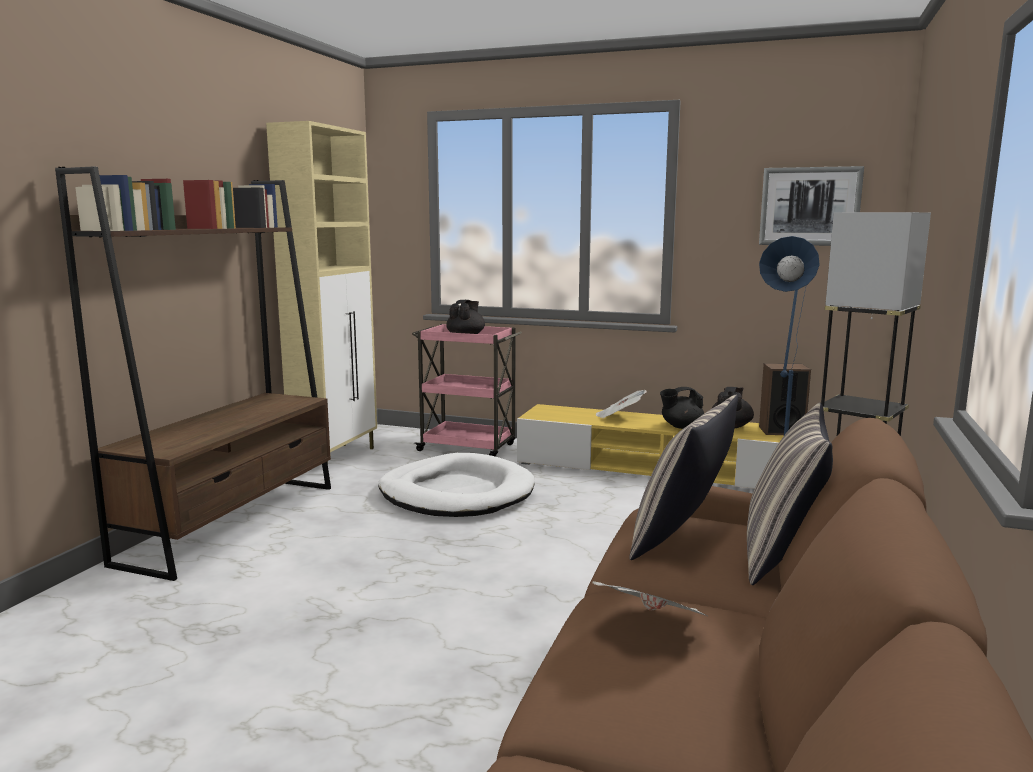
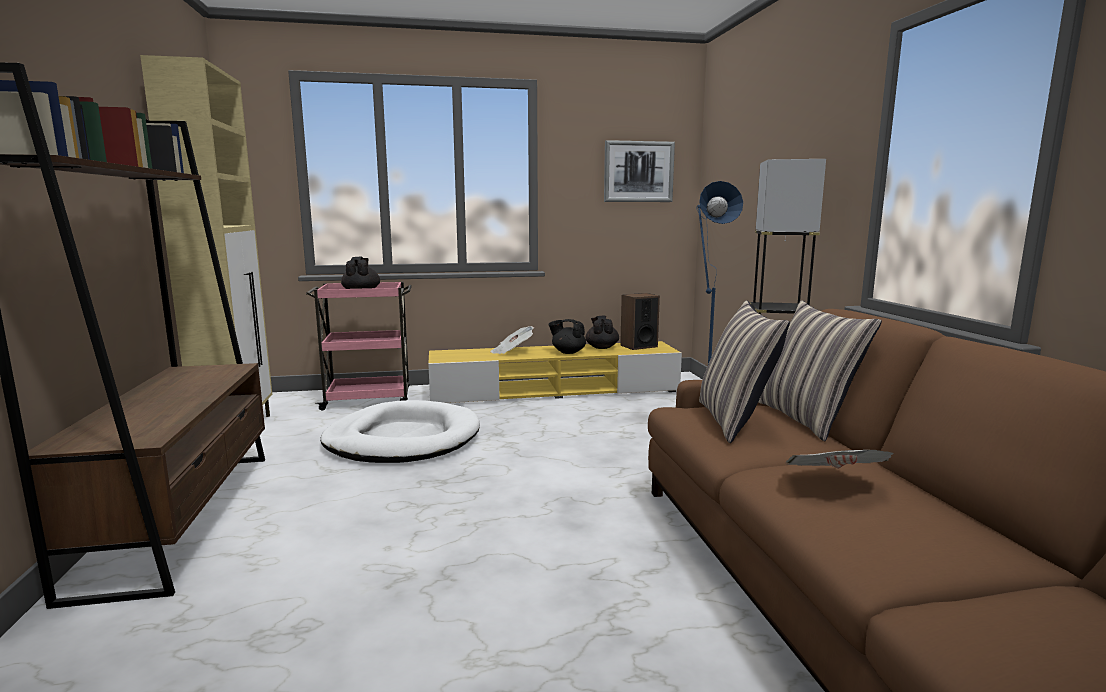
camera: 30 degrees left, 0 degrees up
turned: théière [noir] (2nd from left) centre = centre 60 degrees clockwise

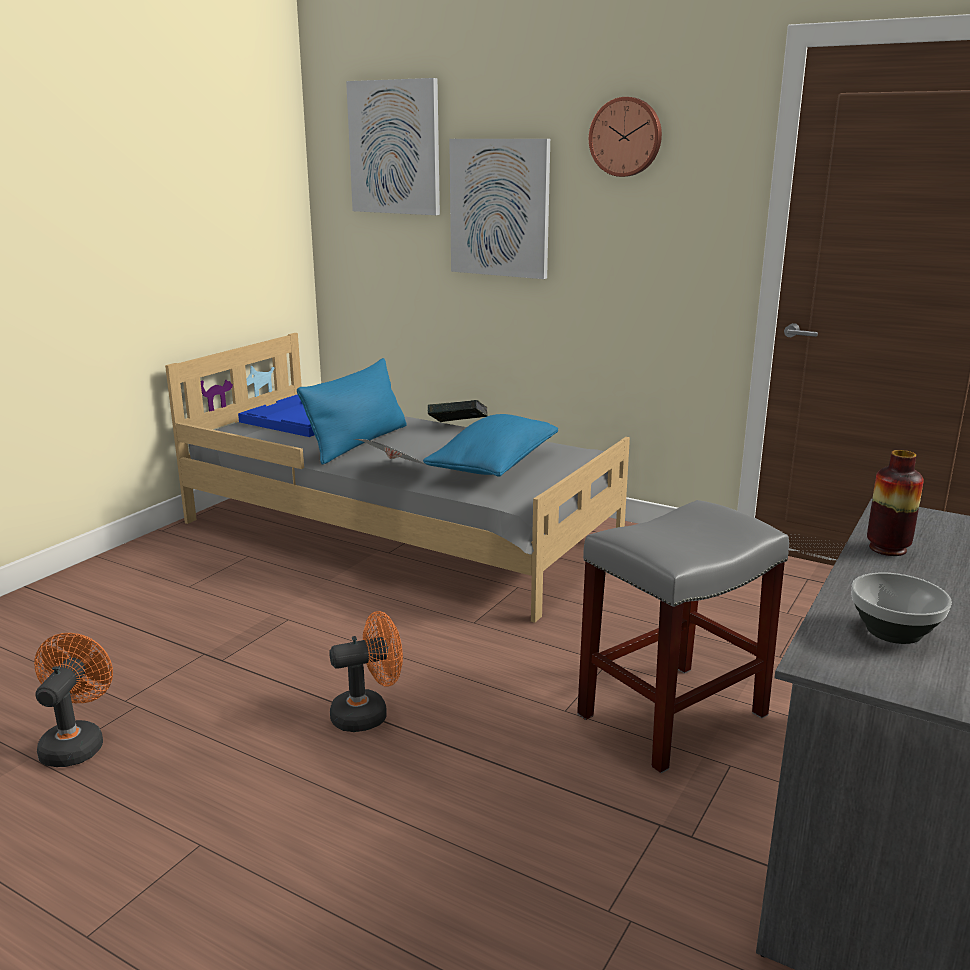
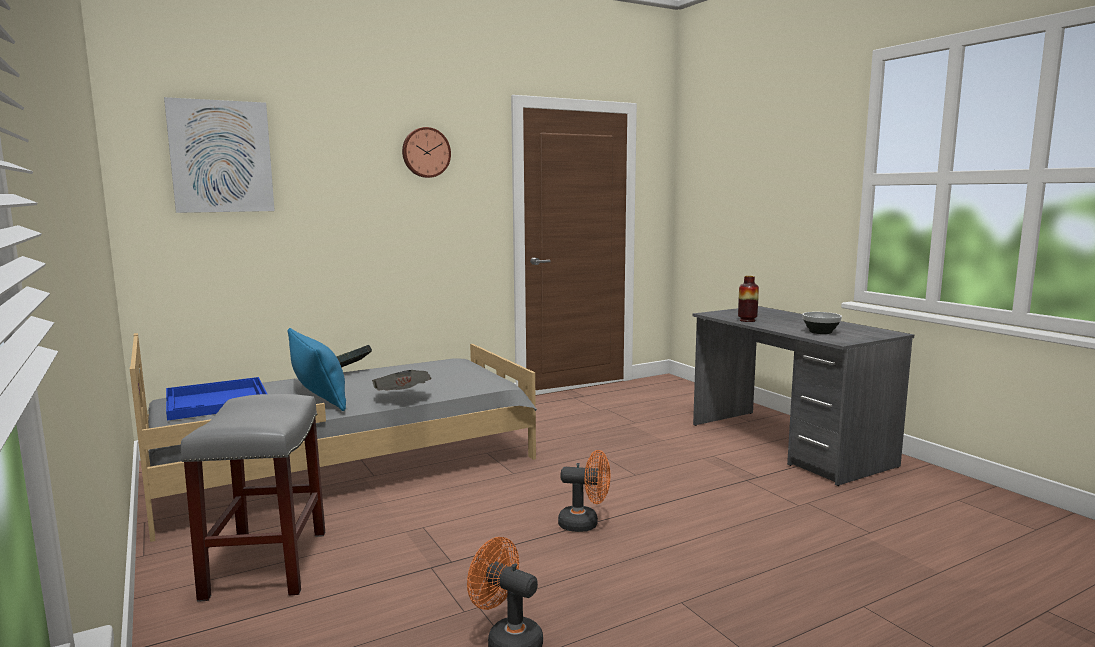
camera: 60 degrees left, 10 degrees down
removed: coussin [bleu] (2nd from left) centre; tableau (2nd from left) top centre
moved: tabouret [gris] middle right to bottom left
turned: ventilateur [orange] (2nd from left) bottom centre = bottom centre 90 degrees clockwise

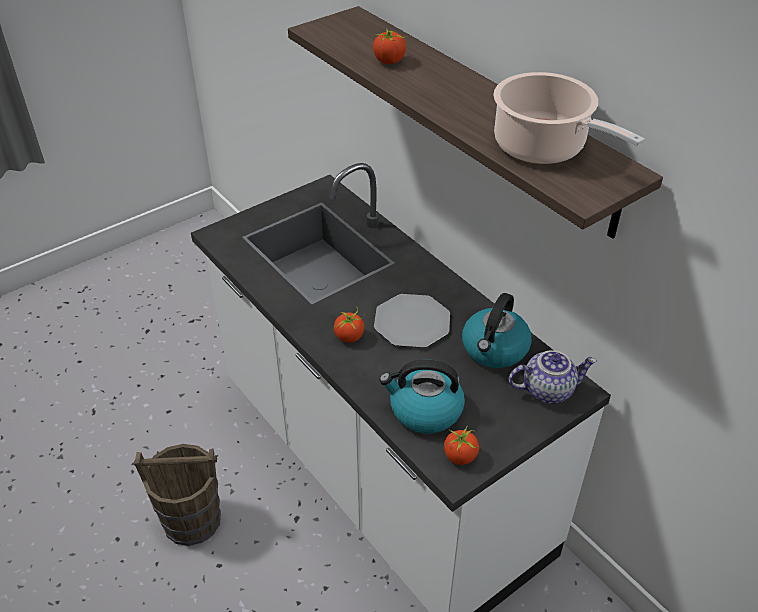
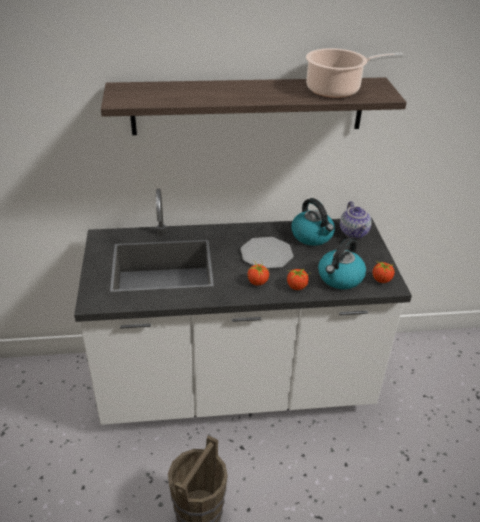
camera: 60 degrees left, 5 degrees down
moved: tomate (2nd from left) top centre to centre
turned: théière middle right = middle right 150 degrees clockwise

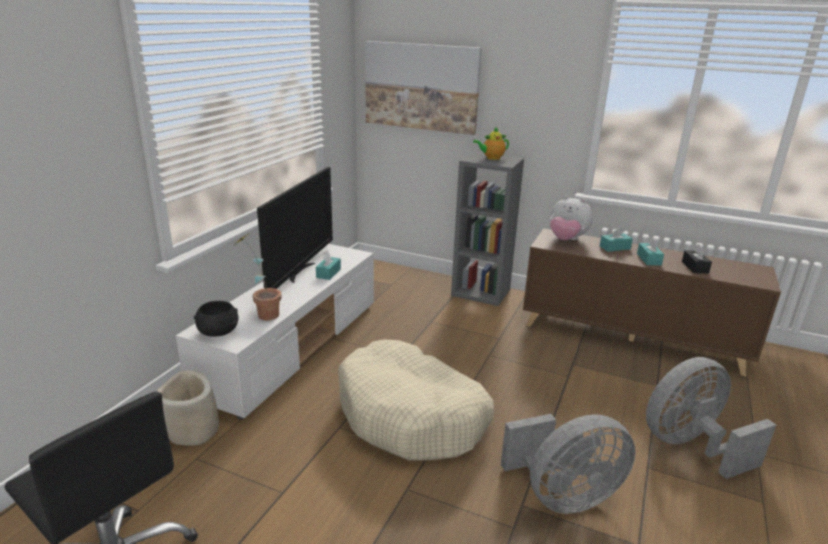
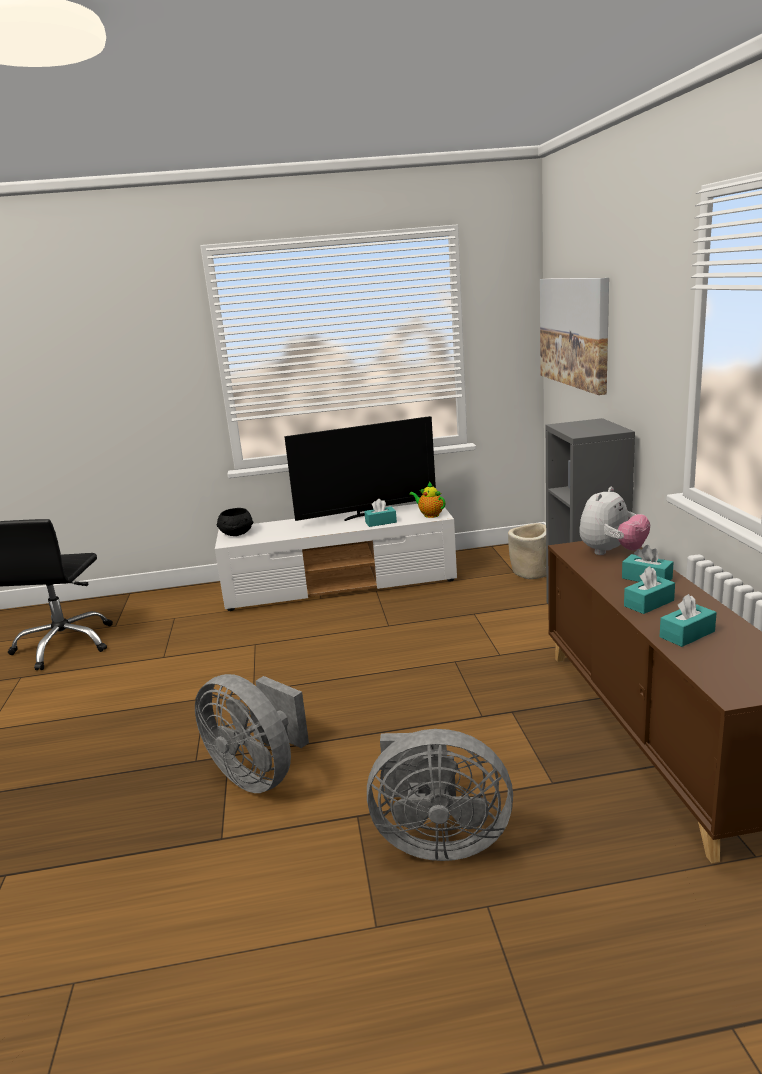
camera: 60 degrees right, 5 degrees down
removed: plante en pot middle left; panier pour chien [beige] bottom centre
moved: cache-pot [beige] bottom left to middle right; théière top centre to centre
recoloured: boîte à mouchoirs [noir] middle right to boîte à mouchoirs [turquoise] (4th from left) middle right
turned: peluche middle right = middle right 135 degrees counterclockwise; ventilateur [gris] (2nd from left) bottom right = bottom centre 150 degrees clockwise

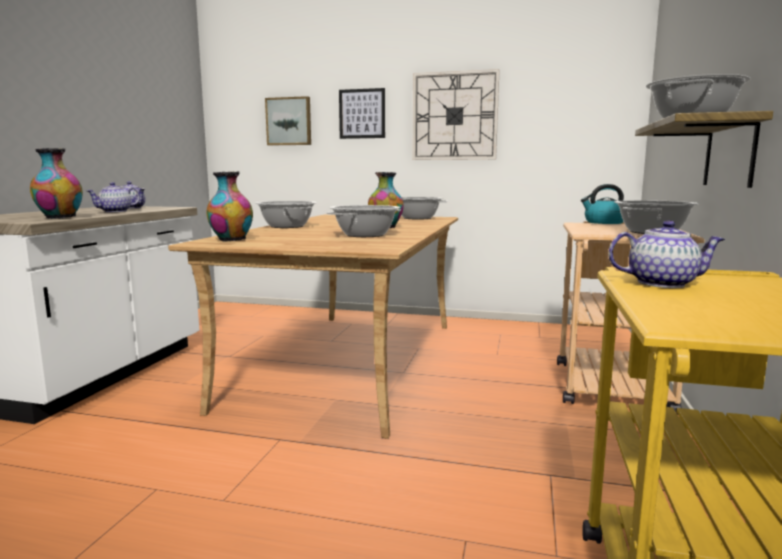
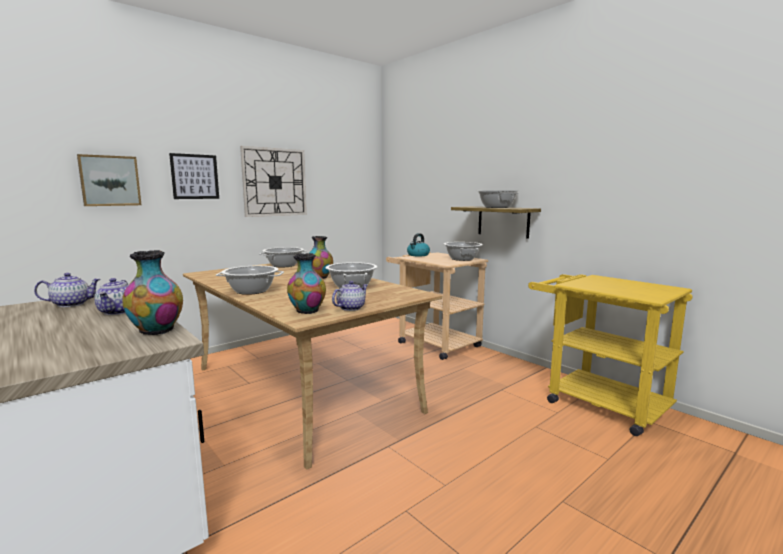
camera: 55 degrees left, 0 degrees up
moved: théière (3rd from left) middle right to centre

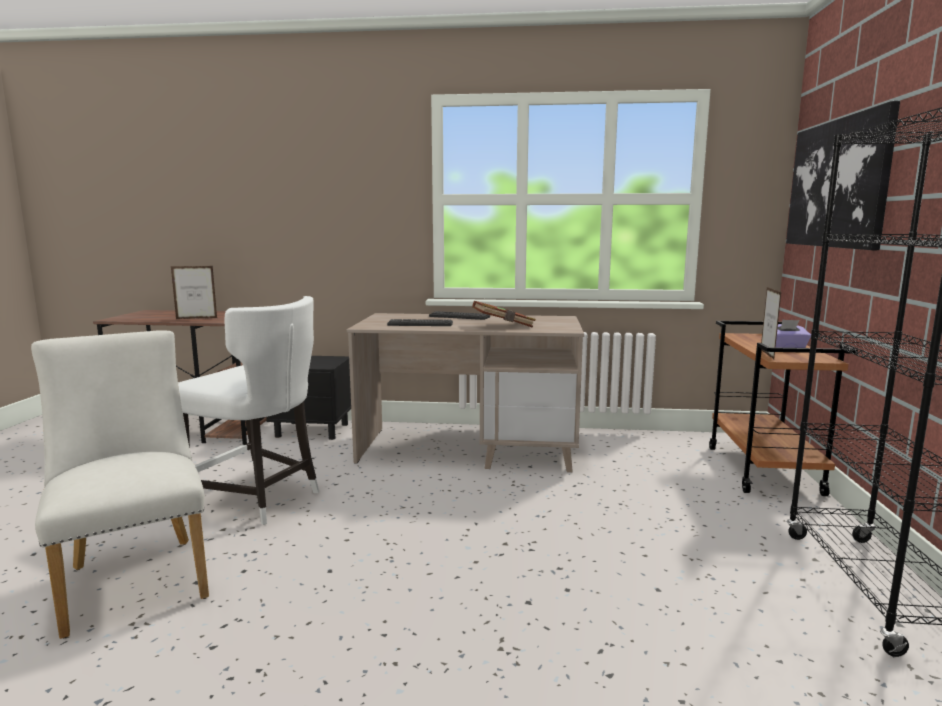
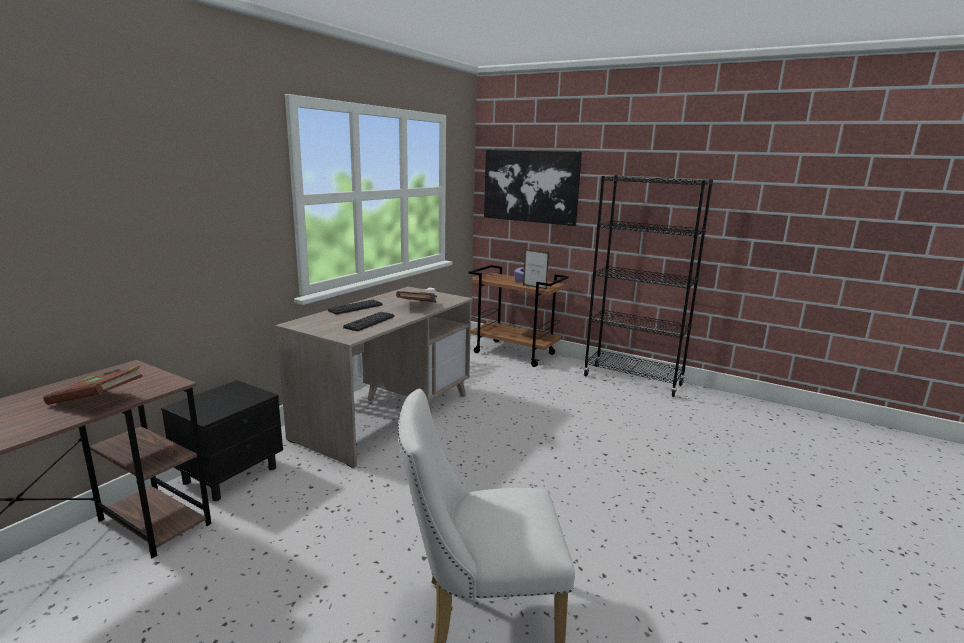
camera: 65 degrees left, 5 degrees up
removed: chaise [blanc] (2nd from left) middle left
replaced: cadre photo (1st from left) middle left to livre [marron] (1st from left) middle left

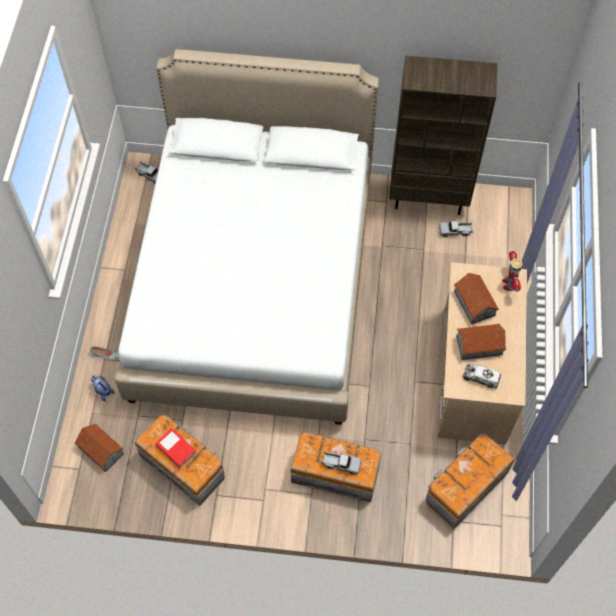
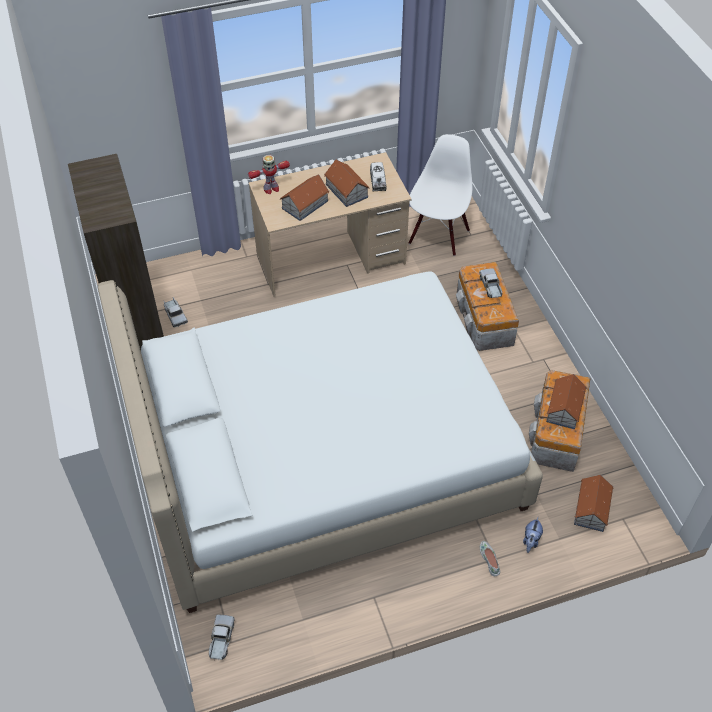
camera: 115 degrees left, 10 degrees down
replaced: livre bottom left to maison miniature (3rd from left) middle right; boîte de rangement (3rd from left) bottom right to chaise [blanc] top centre

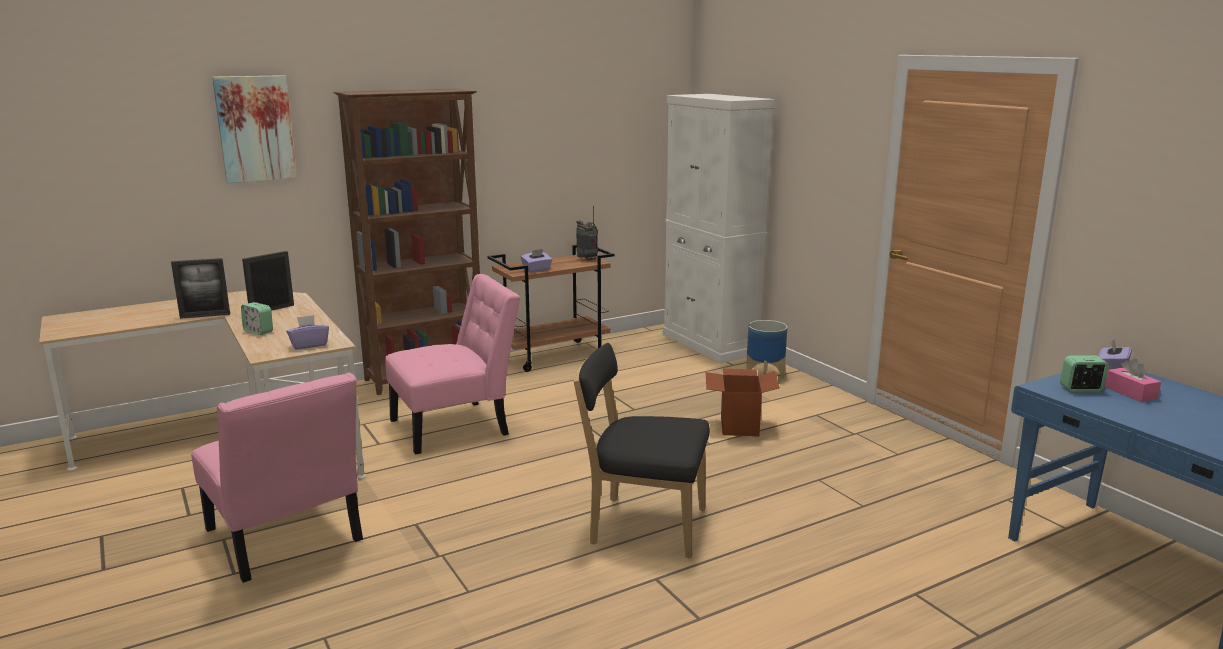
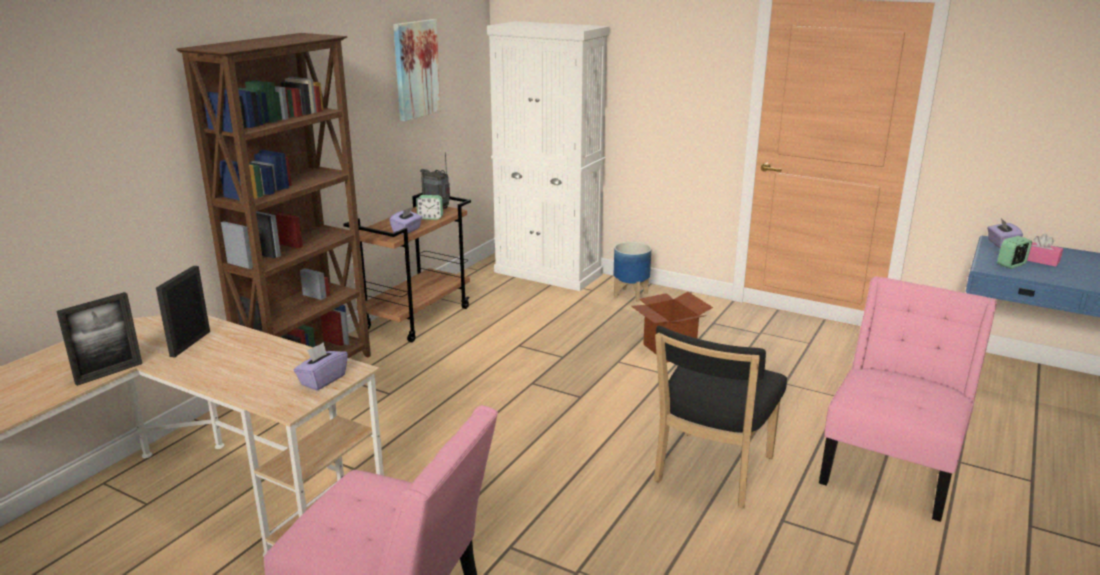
camera: 30 degrees left, 5 degrees up
moved: tableau top left to top centre; réveil (1st from left) middle left to centre; chaise [rose] (2nd from left) centre to bottom right
turned: chaise [noir] bottom centre = bottom centre 45 degrees counterclockwise

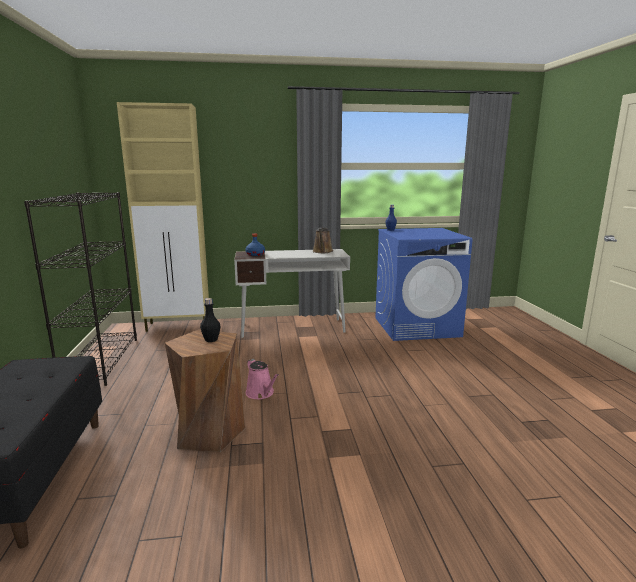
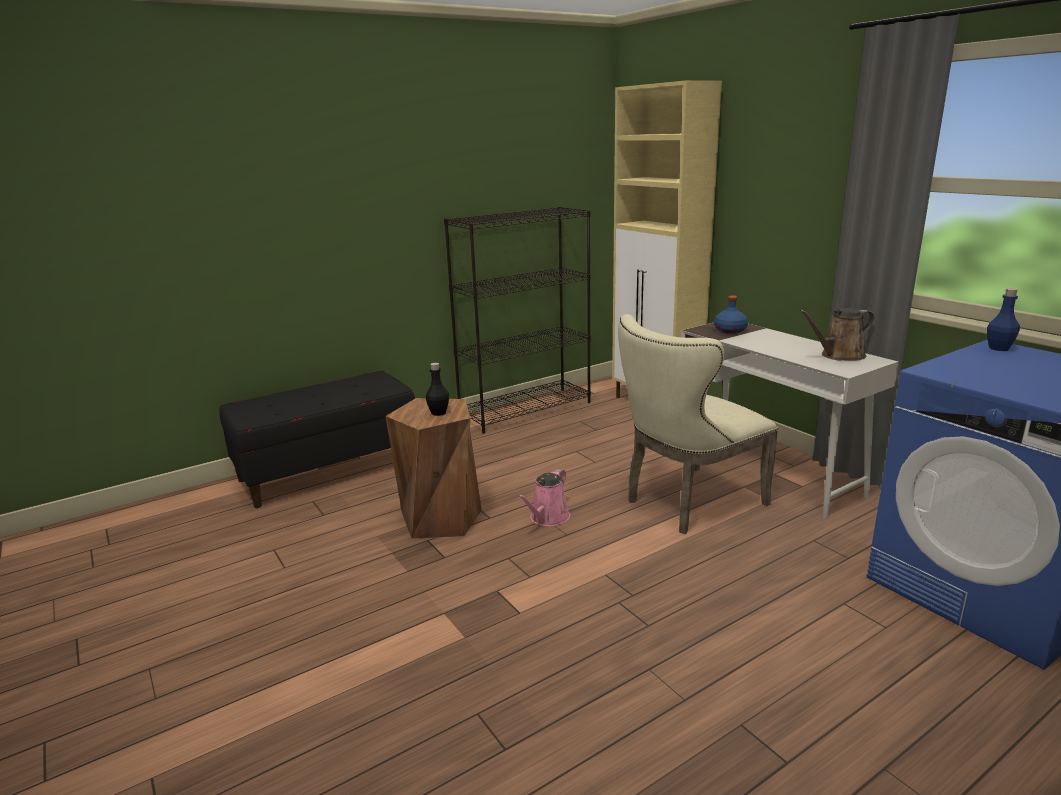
camera: 65 degrees right, 5 degrees up
added: chaise [beige] centre

